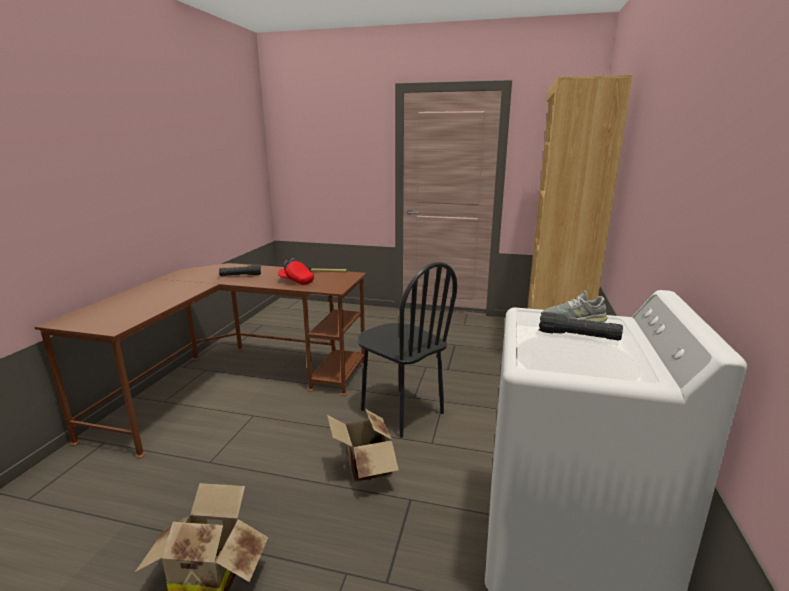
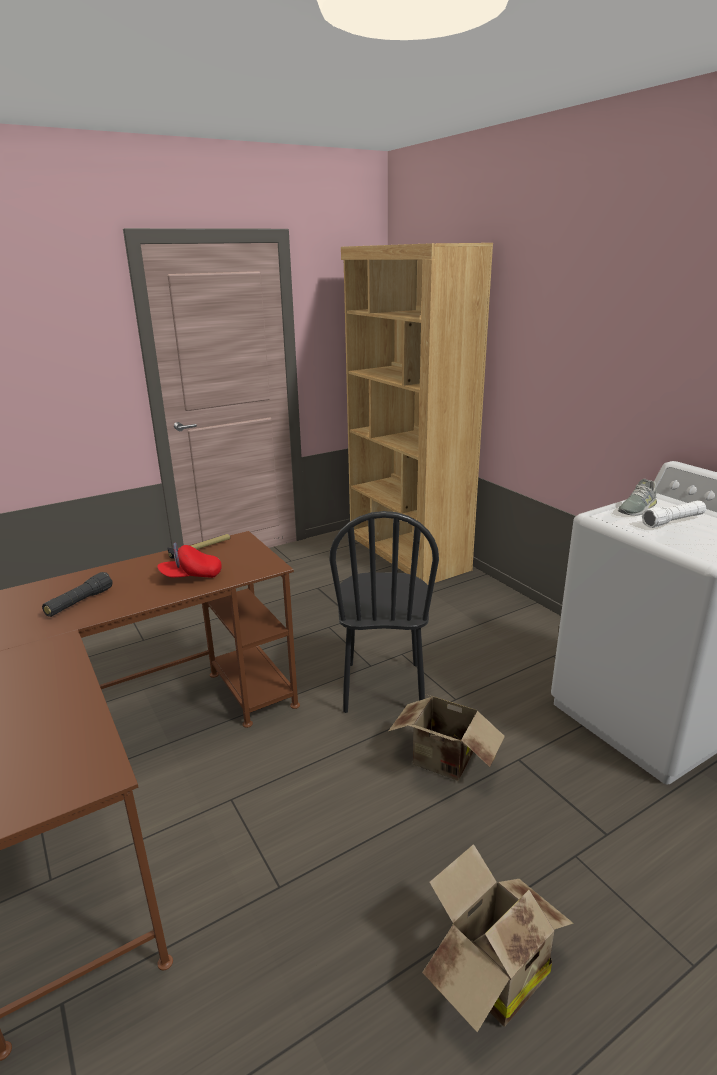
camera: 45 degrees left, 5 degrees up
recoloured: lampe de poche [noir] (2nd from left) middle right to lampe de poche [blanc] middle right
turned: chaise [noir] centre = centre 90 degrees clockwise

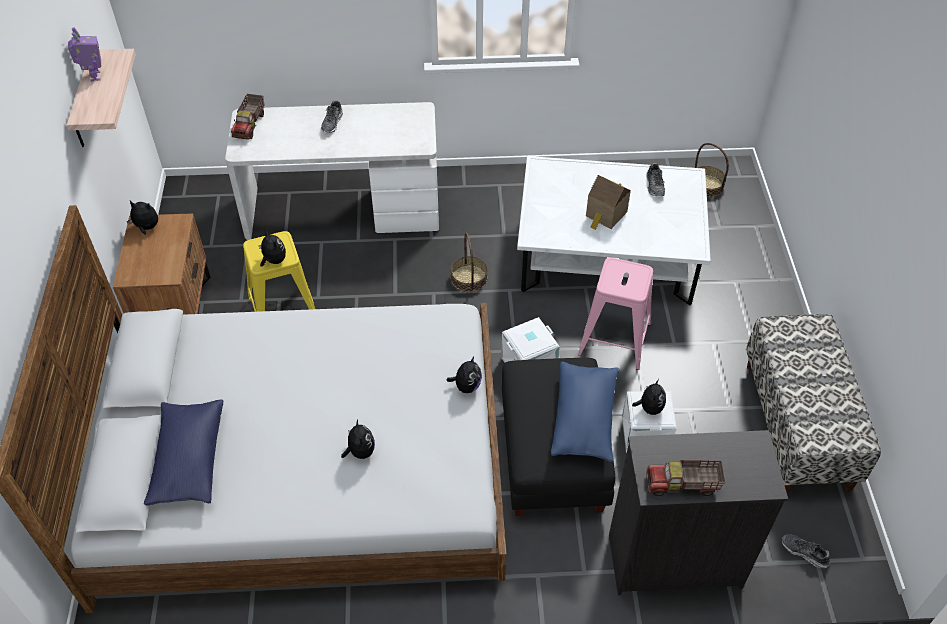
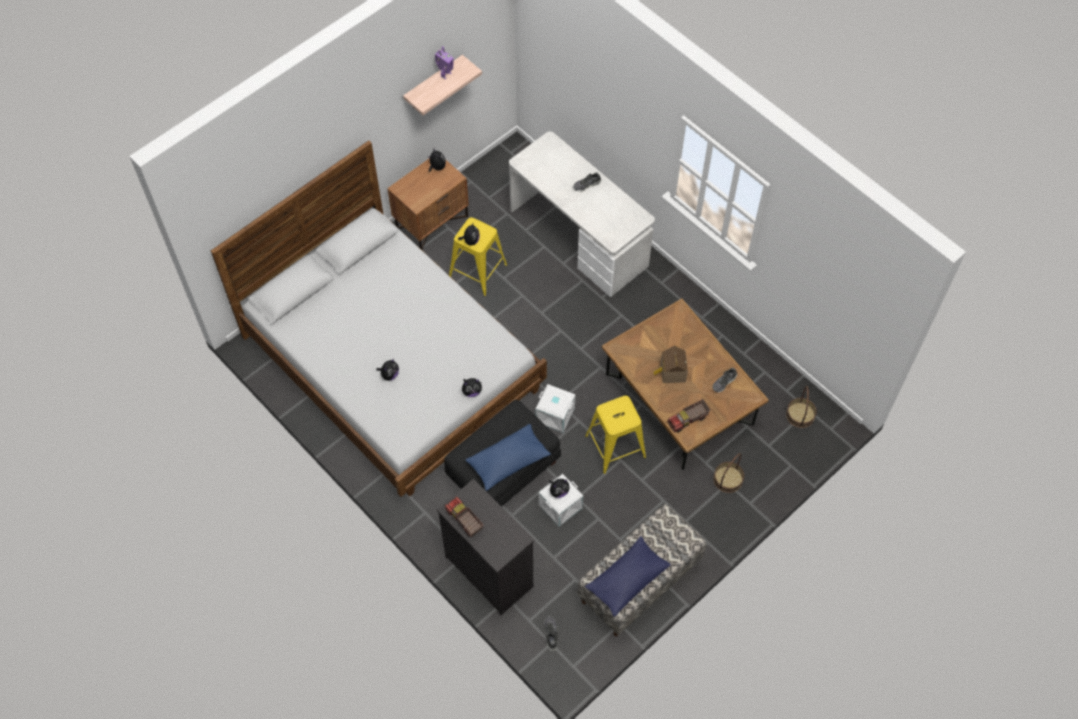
camera: 50 degrees right, 10 degrees up
moved: coussin [bleu] (1st from left in the first image) bottom left to coussin [bleu] (2nd from left) bottom centre; camion jouet (1st from left in the first image) top left to camion jouet (2nd from left) centre; panier (1st from left) centre to middle right
recoloured: table basse [blanc] centre to table basse [marron] centre; tabouret [rose] centre to tabouret [jaune] (2nd from left) centre

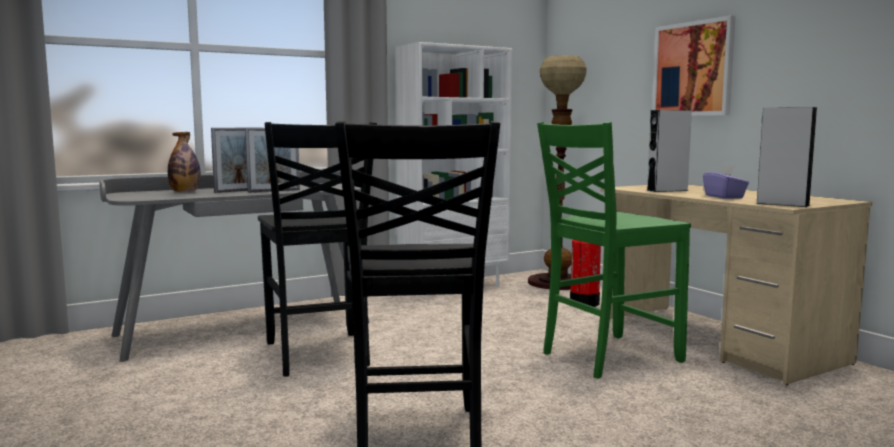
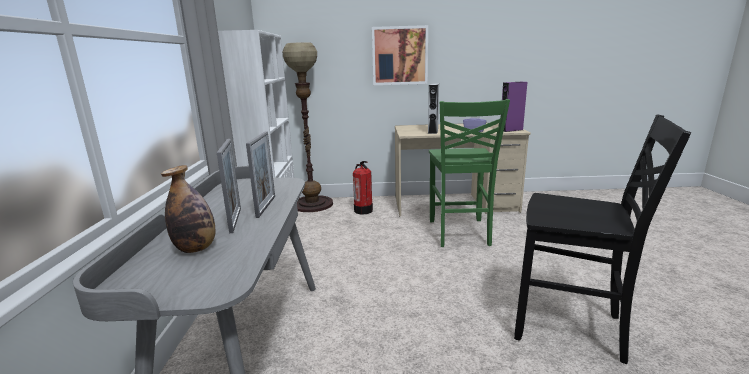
camera: 60 degrees left, 10 degrees up
removed: chaise [noir] (1st from left) centre
recoloured: enceinte [gris] (2nd from left) middle right to enceinte [violet] top right

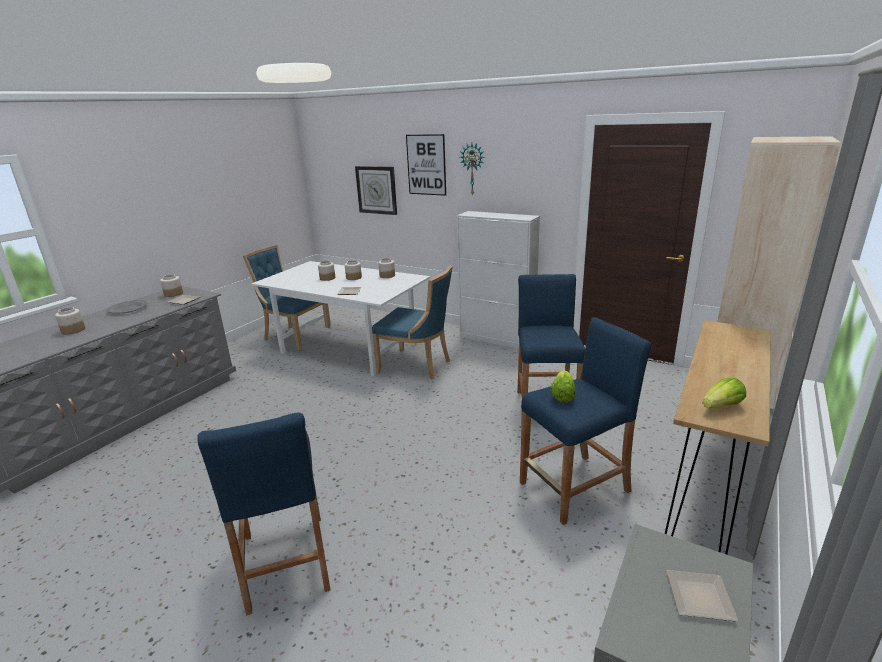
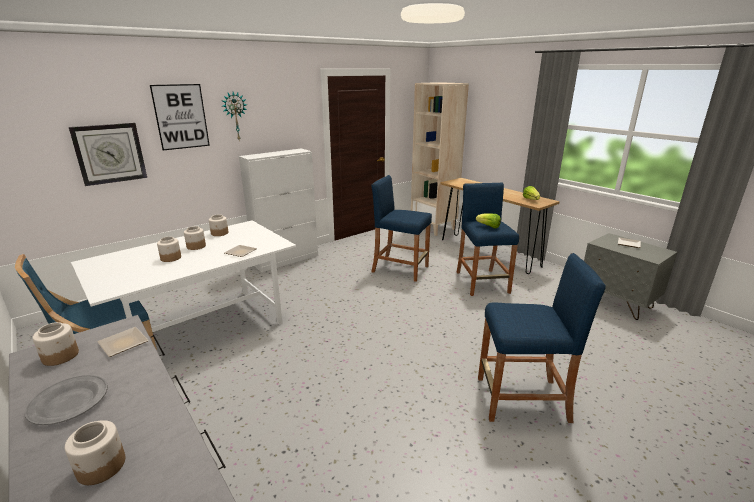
camera: 70 degrees left, 0 degrees up
removed: chaise [bleu] (2nd from left) centre

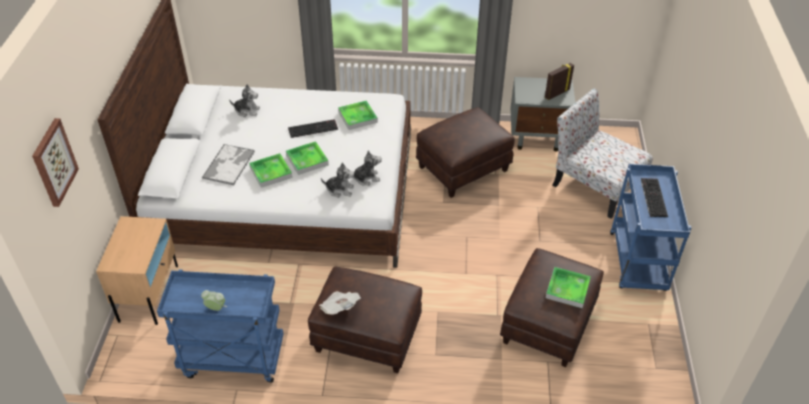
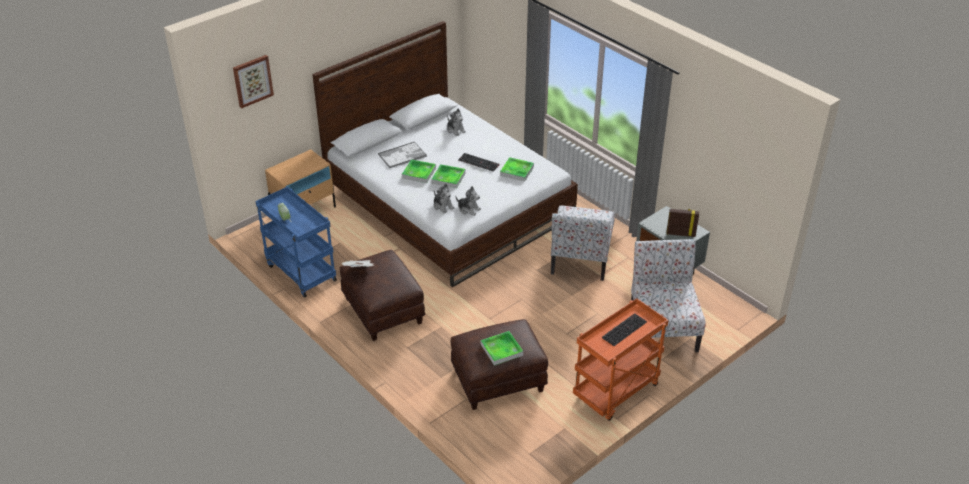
camera: 45 degrees right, 5 degrees down
replaced: pouf [marron] (2nd from left) centre to chaise (1st from left) centre
recoloured: chariot [bleu] (2nd from left) middle right to chariot [orange] bottom centre

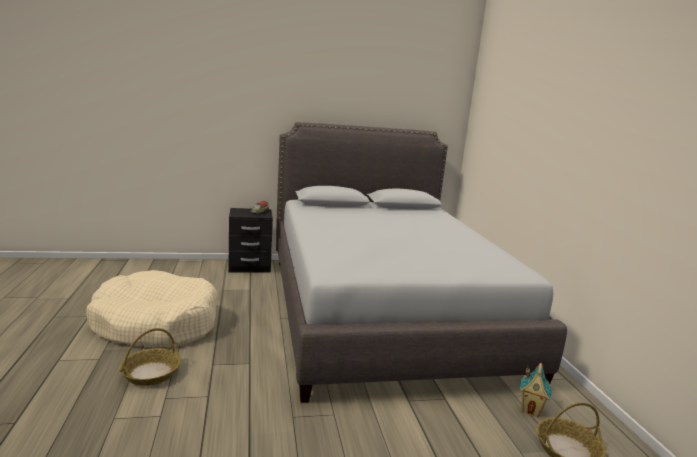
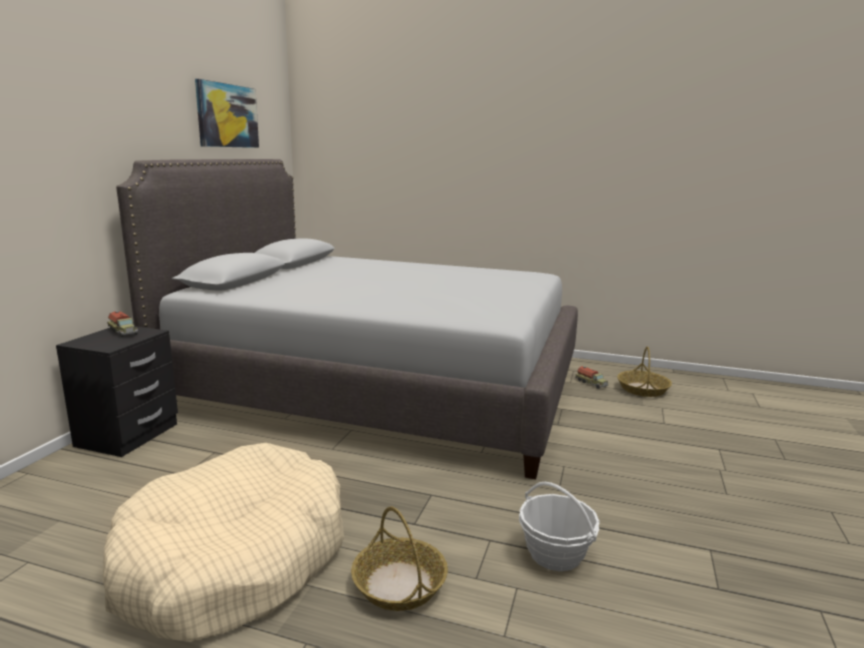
camera: 60 degrees left, 0 degrees up
added: tableau top left; panier (2nd from left) bottom centre
replaced: maison miniature bottom right to camion jouet (2nd from left) middle right

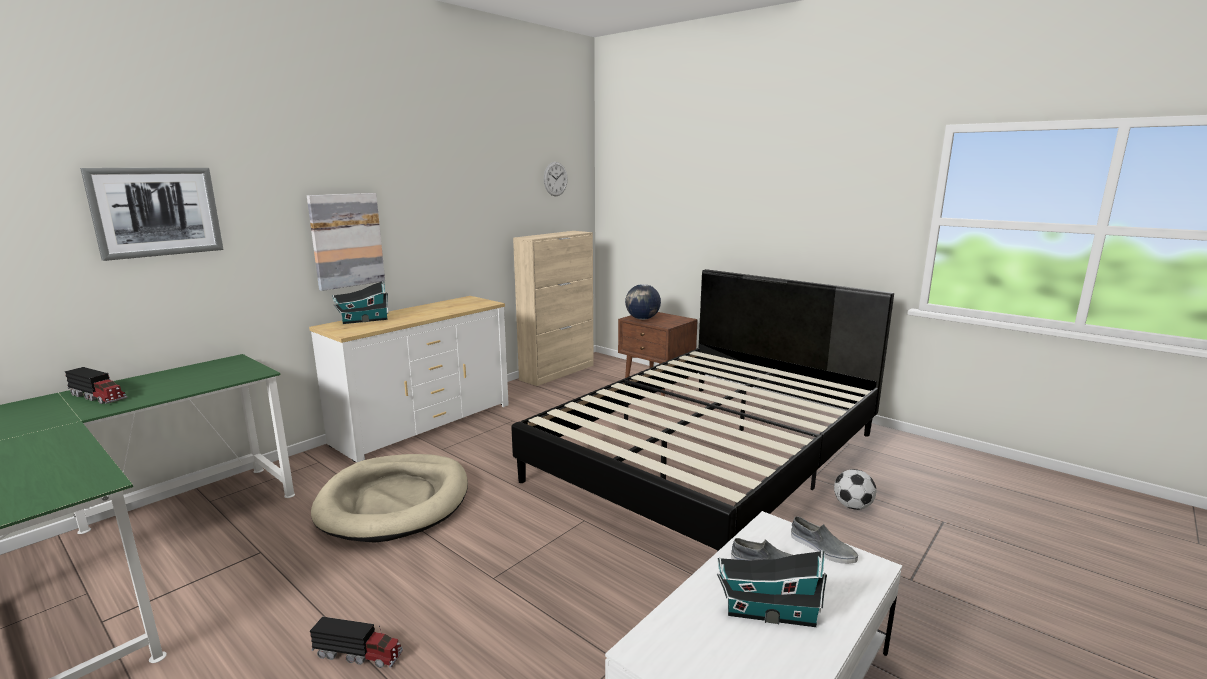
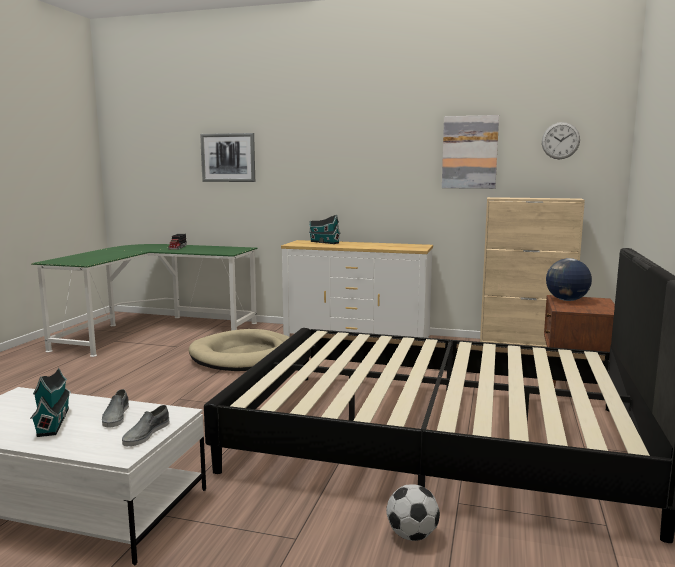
camera: 65 degrees right, 5 degrees down
removed: camion jouet (2nd from left) bottom left
moved: tableau (2nd from left) middle left to top right

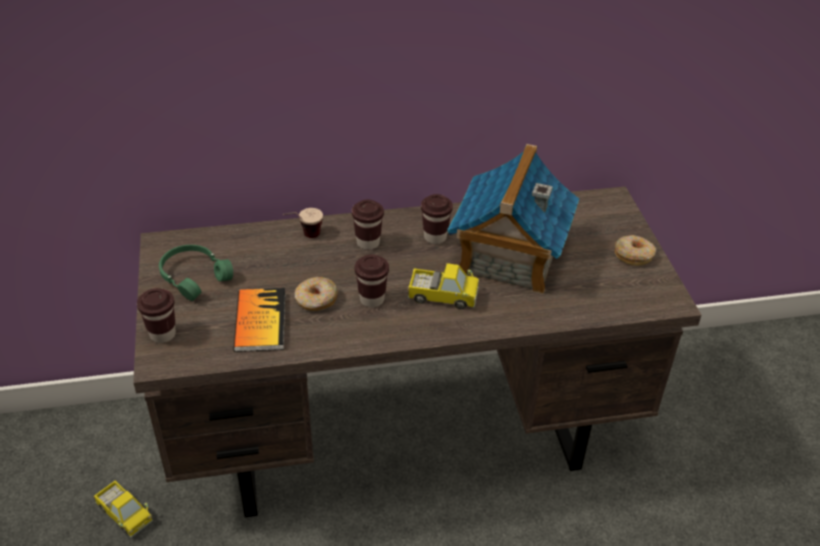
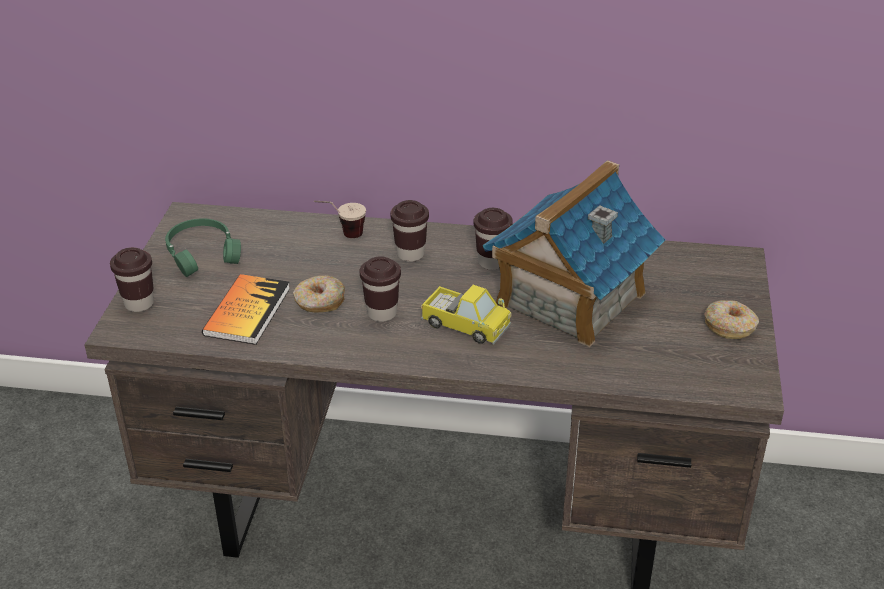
camera: 20 degrees right, 5 degrees down
removed: camion jouet (1st from left) bottom left

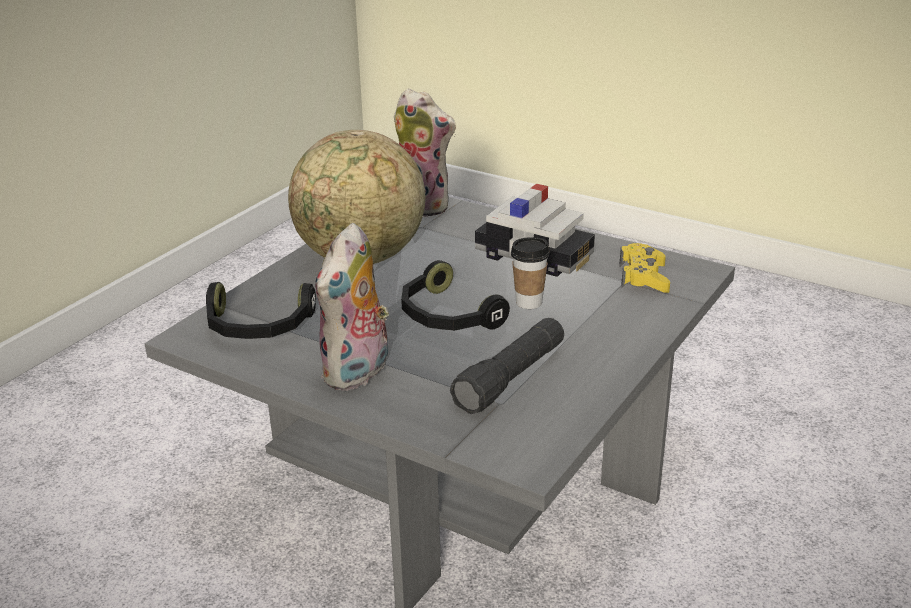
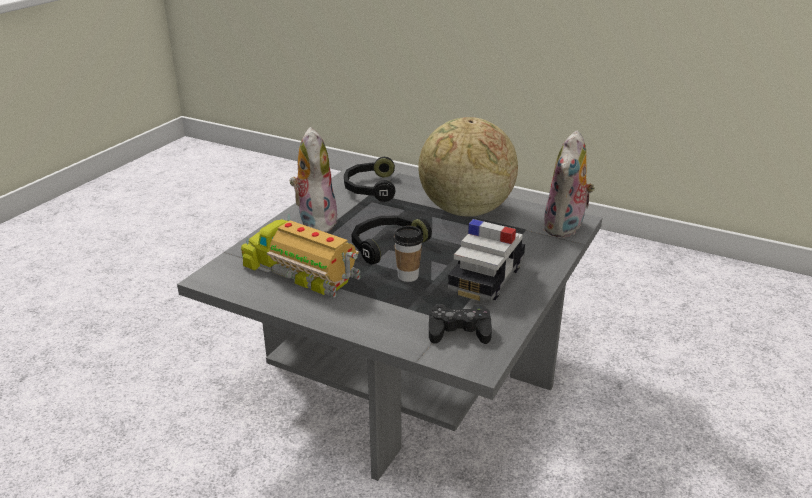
camera: 85 degrees right, 0 degrees up
replaced: lampe de poche [noir] centre to camion jouet centre
recoloured: manette [jaune] middle right to manette [noir] centre
turned: peluche (1st from left) centre = centre 60 degrees clockwise

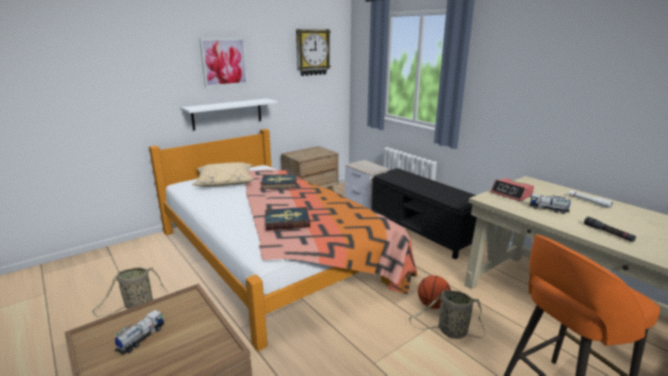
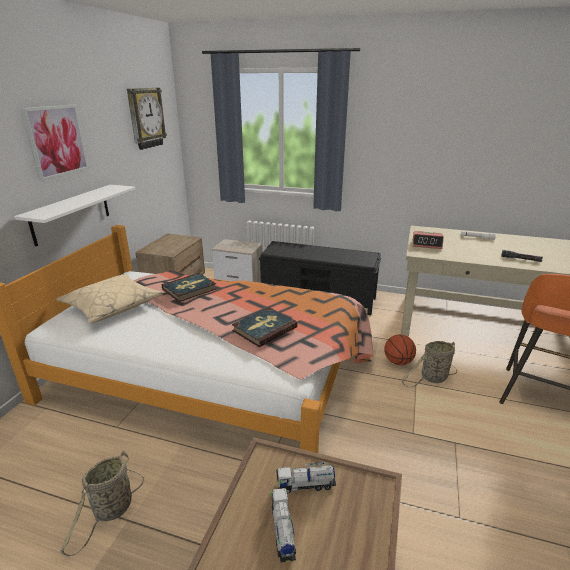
camera: 35 degrees left, 5 degrees up
moved: camion jouet (2nd from left) middle right to bottom centre

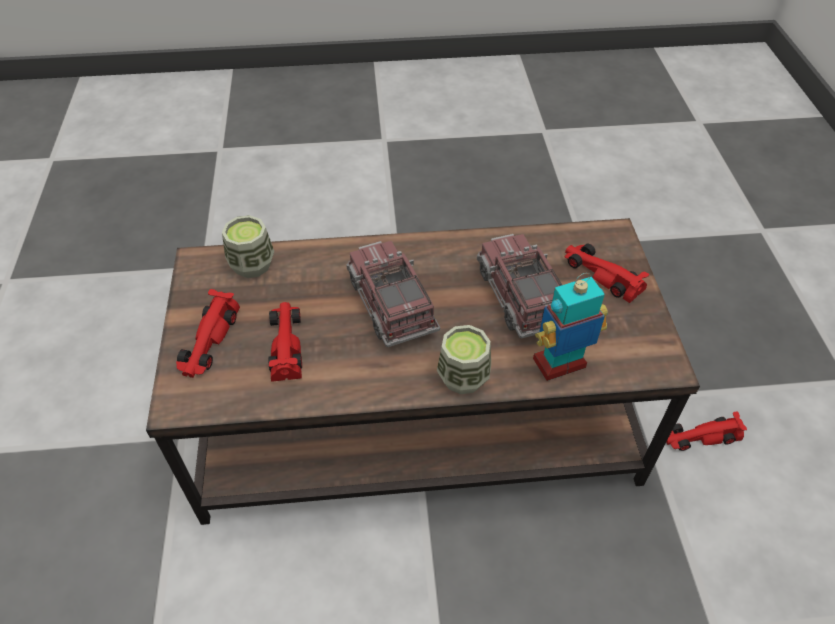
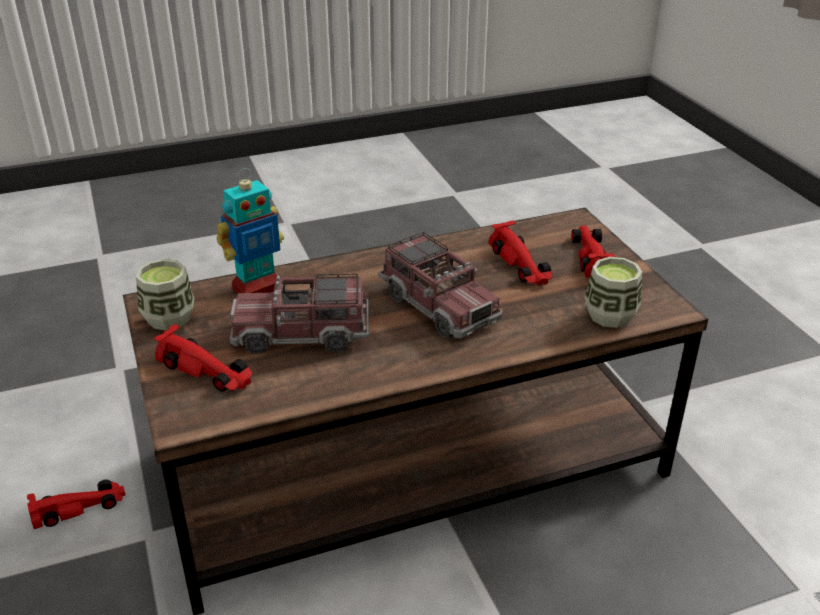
camera: 165 degrees right, 15 degrees down
moved: tasse (2nd from left in the first image) centre to tasse (1st from left) middle left
turned: camion jouet (2nd from left in the first image) centre = centre 120 degrees clockwise

